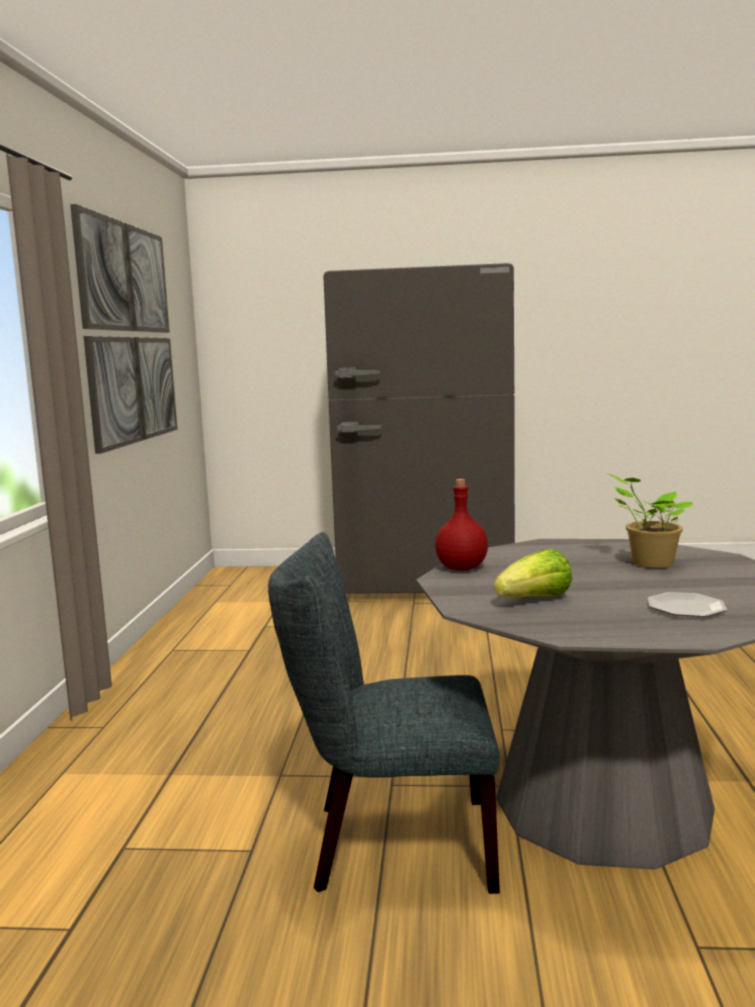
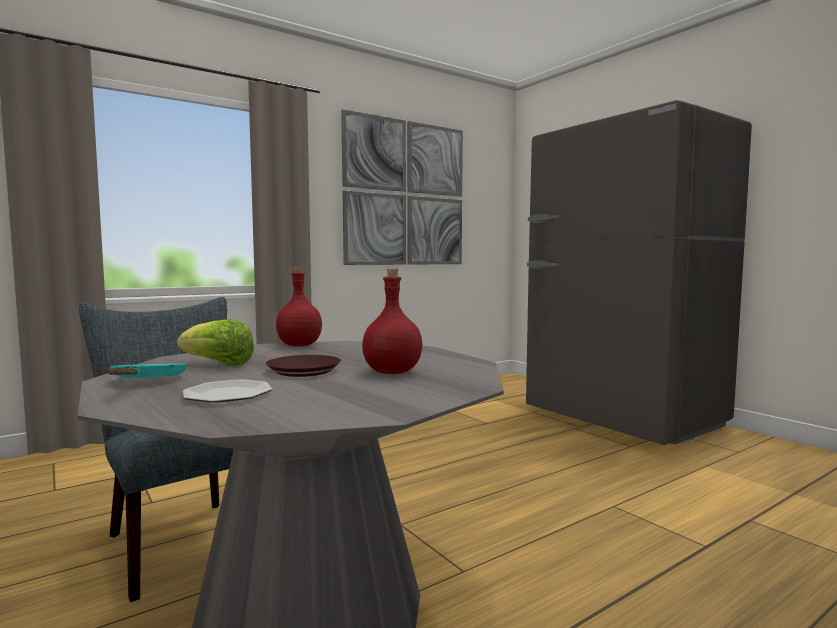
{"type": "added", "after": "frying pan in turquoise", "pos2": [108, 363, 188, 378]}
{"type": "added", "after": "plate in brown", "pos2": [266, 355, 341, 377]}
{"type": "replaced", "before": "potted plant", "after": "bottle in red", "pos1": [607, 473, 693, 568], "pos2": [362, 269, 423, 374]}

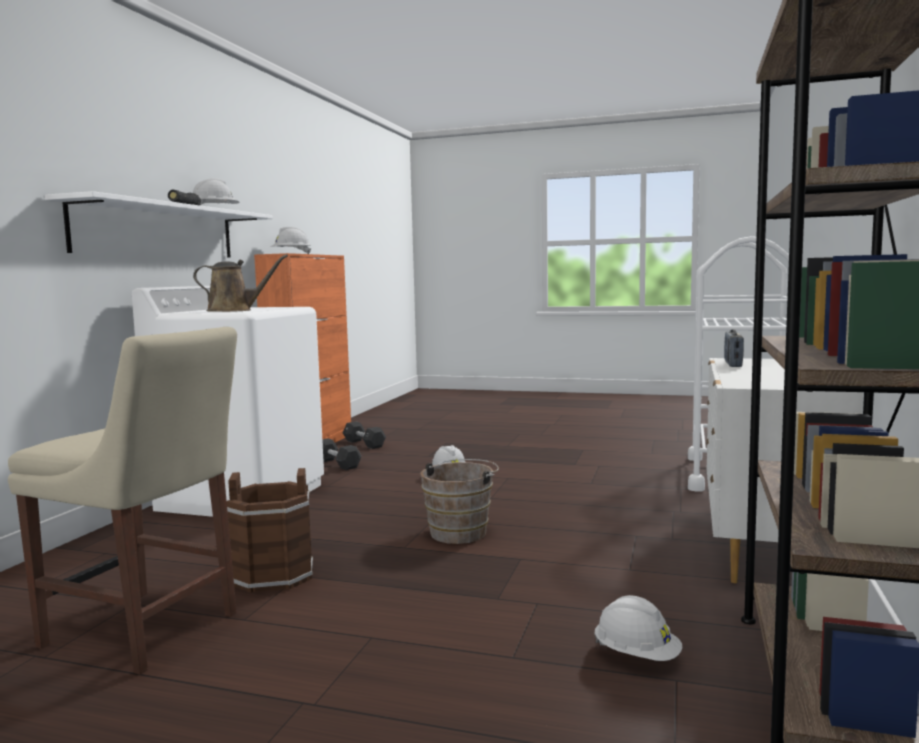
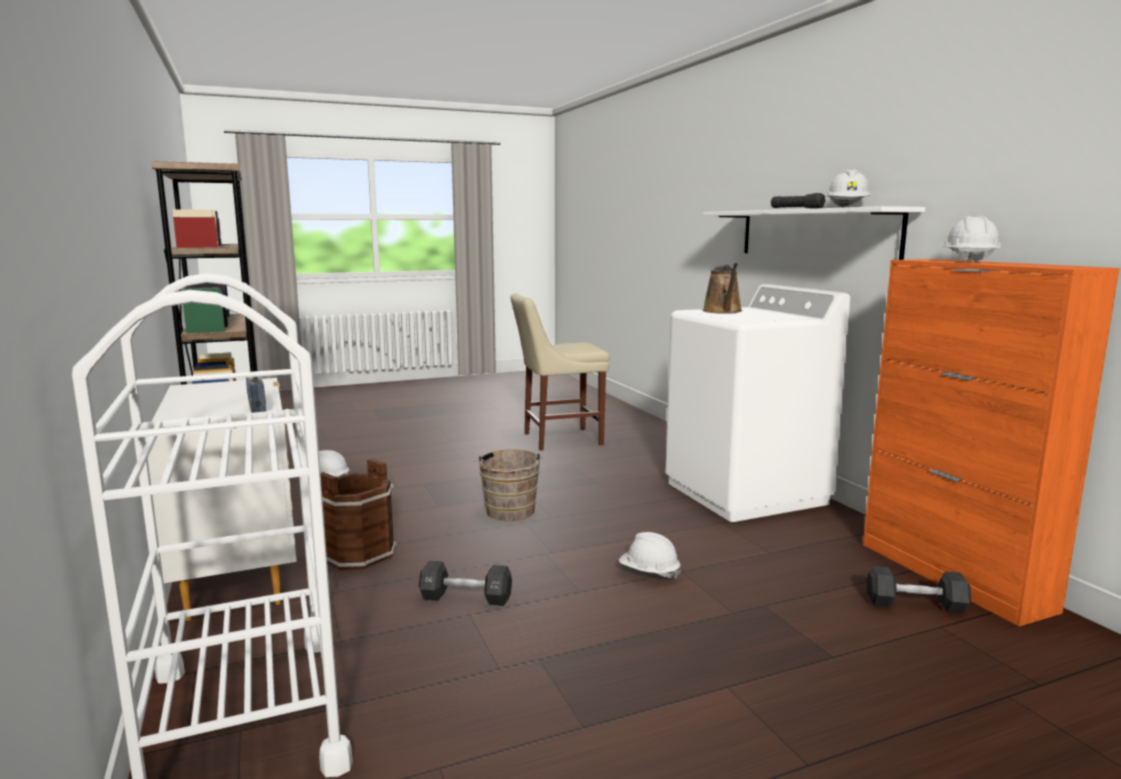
{"type": "moved", "before": "bucket in brown", "pos1": [227, 468, 313, 593], "pos2": [321, 459, 396, 570]}
{"type": "moved", "before": "dumbbell in black", "pos1": [322, 438, 362, 470], "pos2": [419, 561, 512, 606]}
{"type": "turned", "before": "watering can in brown", "pos1": [193, 254, 288, 312], "pos2": [702, 263, 742, 314], "turn": -45}

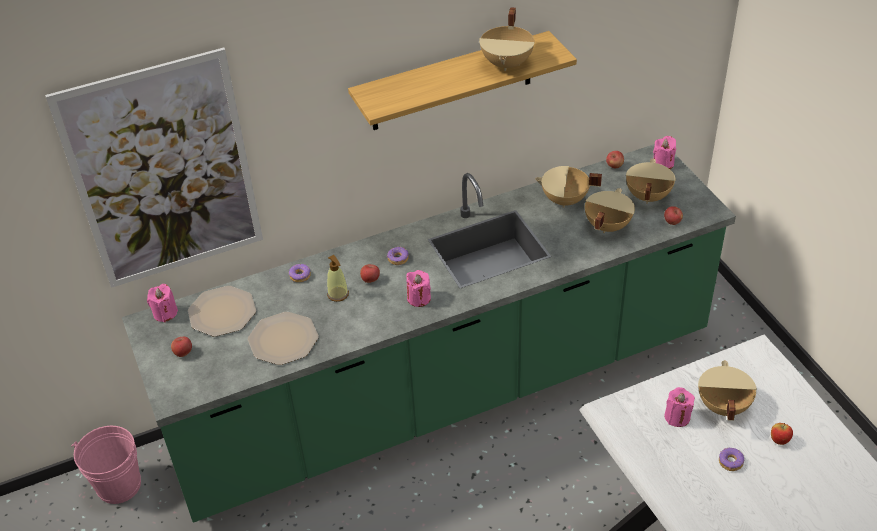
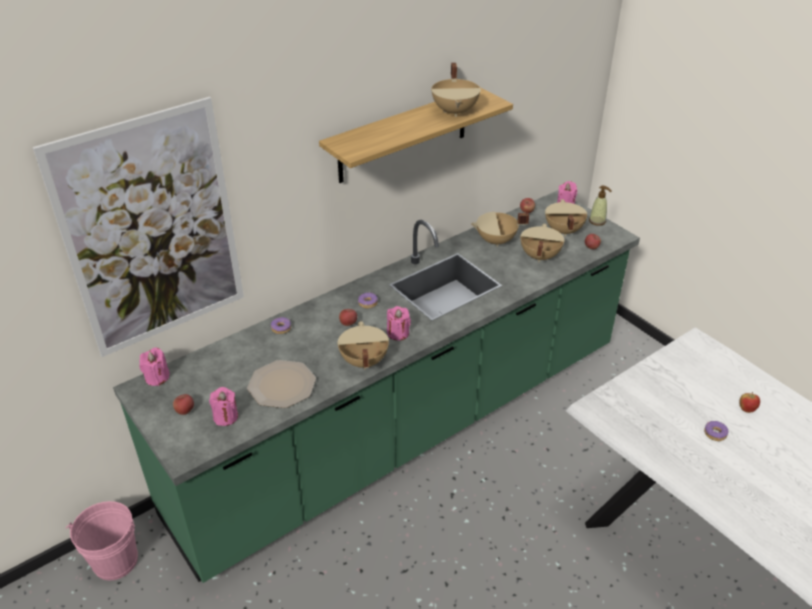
{"type": "moved", "before": "candle in pink", "pos1": [664, 387, 695, 427], "pos2": [209, 387, 238, 426]}
{"type": "moved", "before": "cooking pot in beige", "pos1": [698, 360, 757, 421], "pos2": [337, 321, 389, 369]}
{"type": "moved", "before": "soap dispenser", "pos1": [327, 255, 349, 302], "pos2": [589, 186, 612, 226]}
{"type": "removed", "before": "plate", "pos1": [188, 286, 256, 336]}

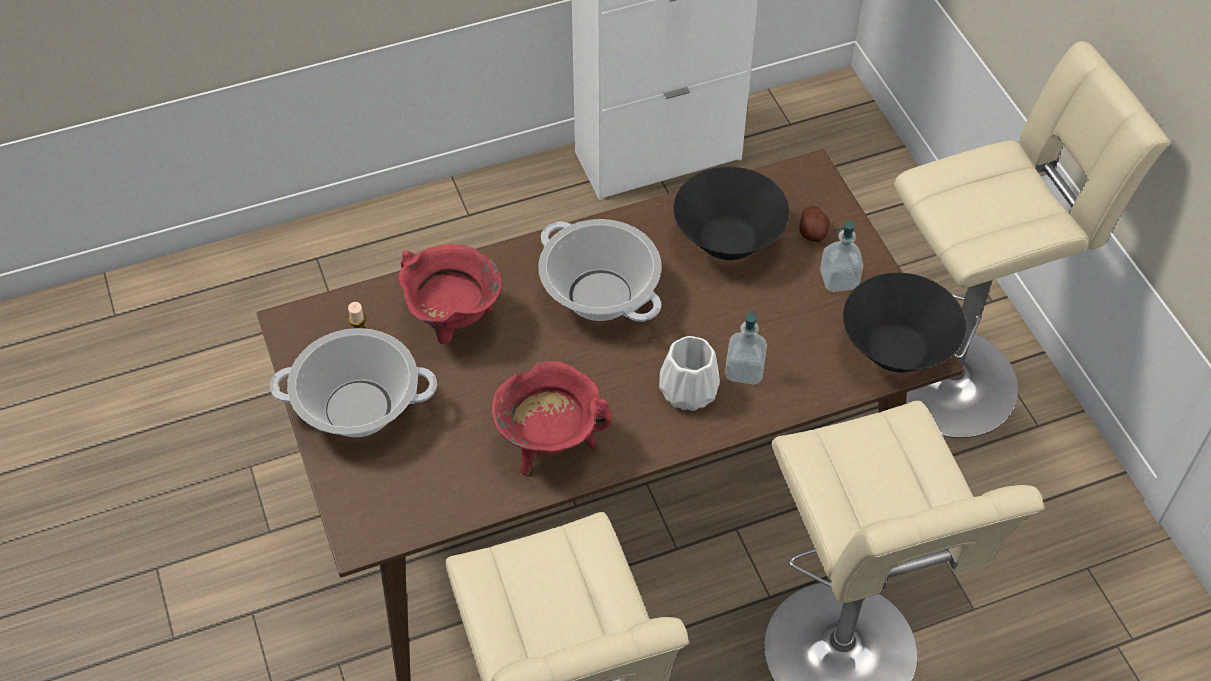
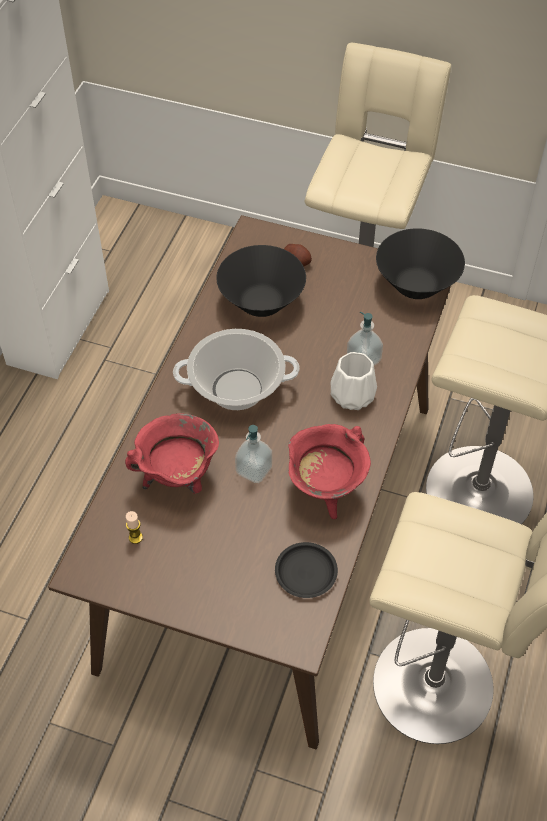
{"type": "moved", "before": "soap dispenser", "pos1": [820, 221, 863, 292], "pos2": [235, 425, 272, 483]}
{"type": "added", "after": "plate in black", "pos2": [275, 542, 338, 598]}
{"type": "removed", "before": "cooking pot", "pos1": [270, 328, 437, 437]}

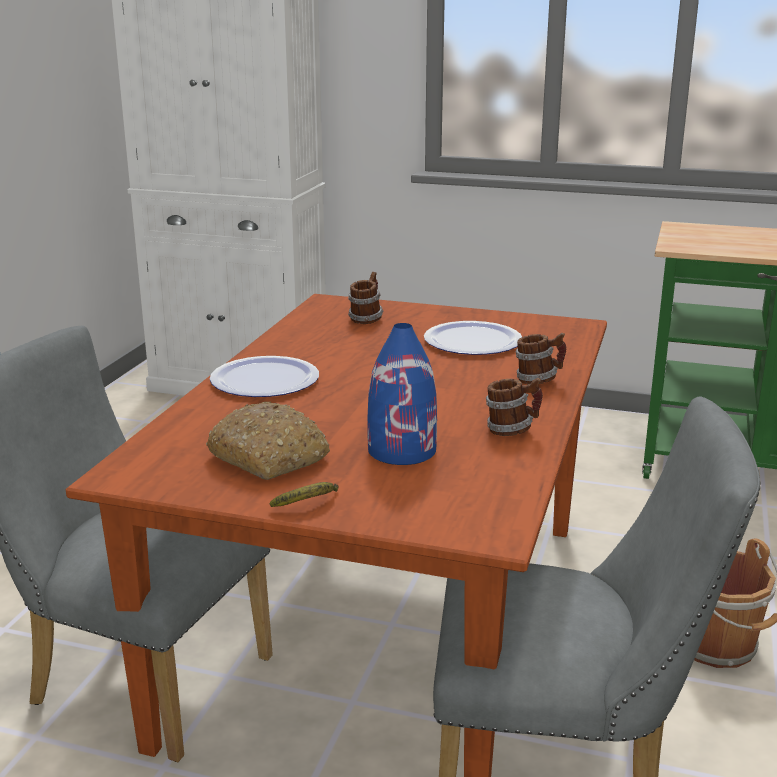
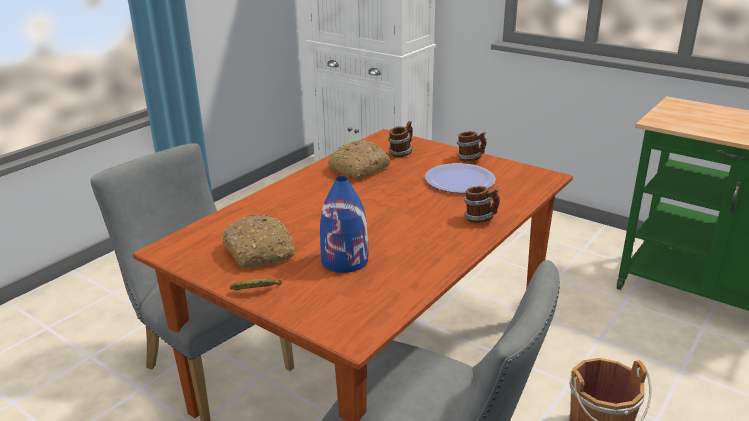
{"type": "added", "after": "bread", "pos2": [328, 140, 390, 180]}
{"type": "moved", "before": "mug", "pos1": [486, 378, 543, 436], "pos2": [457, 131, 486, 162]}
{"type": "removed", "before": "plate", "pos1": [210, 356, 319, 397]}

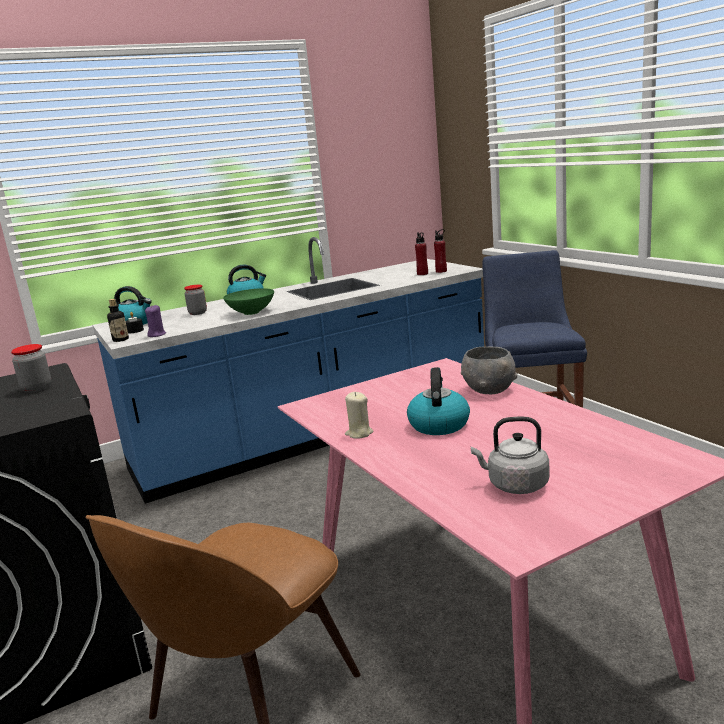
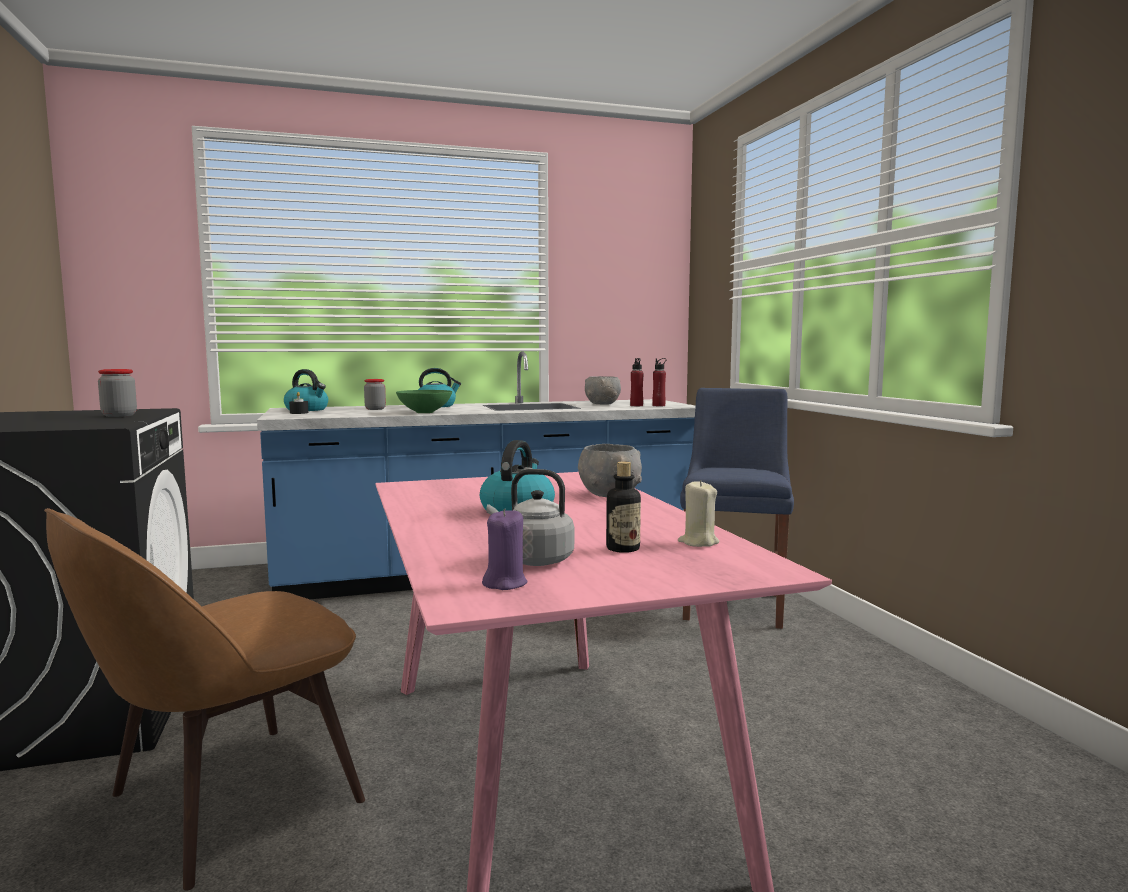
{"type": "moved", "before": "candle in purple", "pos1": [145, 305, 166, 337], "pos2": [482, 509, 528, 590]}
{"type": "added", "after": "bowl in grey", "pos2": [585, 376, 621, 405]}
{"type": "moved", "before": "bottle", "pos1": [107, 299, 129, 342], "pos2": [606, 461, 641, 553]}
{"type": "moved", "before": "candle in beige", "pos1": [345, 392, 373, 439], "pos2": [678, 480, 719, 547]}

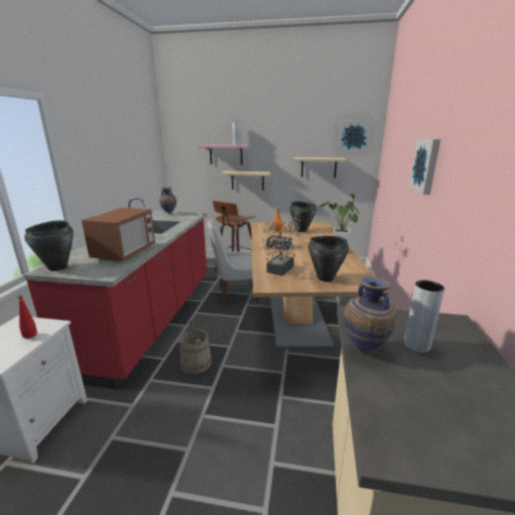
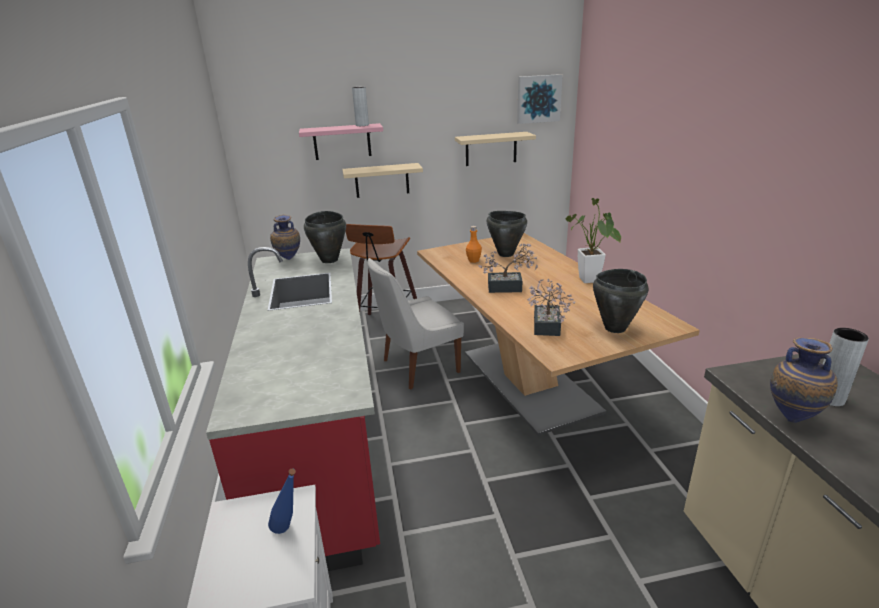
{"type": "recoloured", "before": "bottle in red", "after": "bottle in blue", "pos1": [18, 295, 37, 339], "pos2": [268, 469, 296, 534]}
{"type": "moved", "before": "cooking pot in black", "pos1": [24, 220, 73, 271], "pos2": [304, 211, 346, 263]}
{"type": "removed", "before": "microwave", "pos1": [82, 208, 155, 262]}
{"type": "removed", "before": "bucket in beige", "pos1": [180, 320, 211, 374]}
{"type": "removed", "before": "picture", "pos1": [409, 139, 441, 195]}

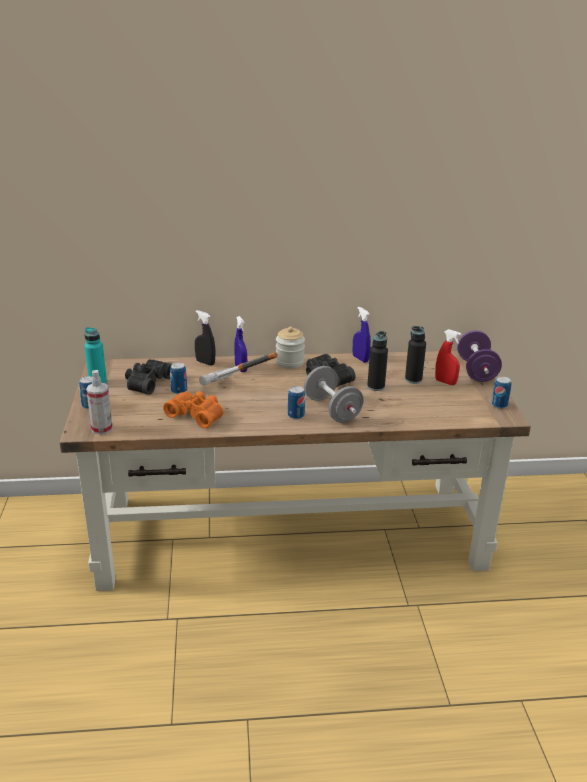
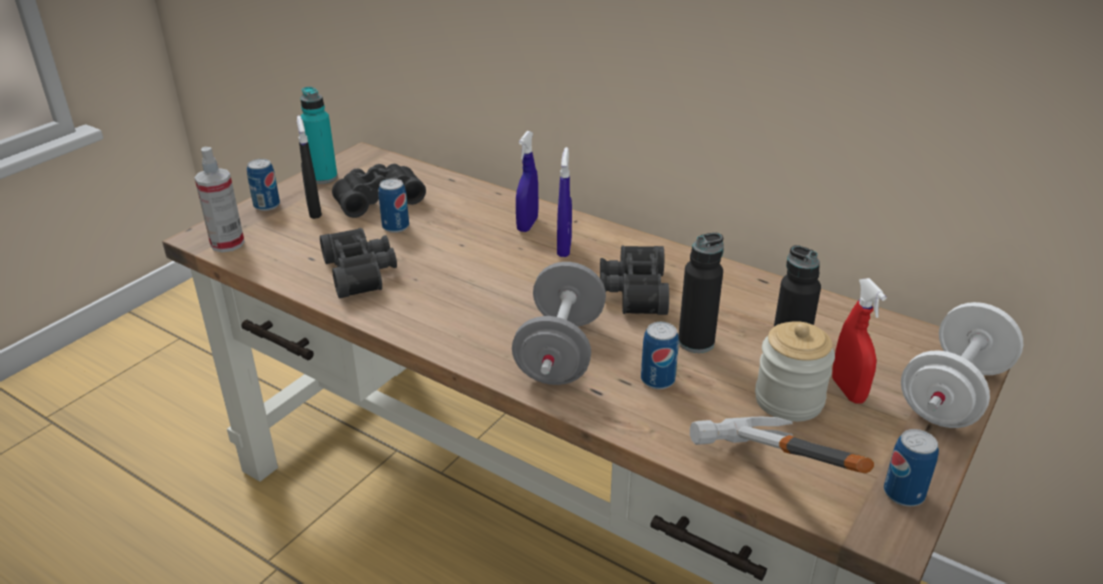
{"type": "moved", "before": "spray bottle in black", "pos1": [195, 310, 216, 366], "pos2": [297, 116, 322, 219]}
{"type": "recoloured", "before": "binoculars in orange", "after": "binoculars in black", "pos1": [163, 391, 223, 428], "pos2": [320, 228, 397, 298]}
{"type": "moved", "before": "spray bottle in blue", "pos1": [352, 307, 371, 363], "pos2": [557, 147, 572, 257]}
{"type": "moved", "before": "can", "pos1": [288, 386, 305, 420], "pos2": [641, 322, 679, 389]}
{"type": "moved", "before": "hammer", "pos1": [199, 352, 278, 385], "pos2": [690, 417, 874, 473]}
{"type": "moved", "before": "jar", "pos1": [276, 327, 305, 369], "pos2": [755, 321, 835, 422]}
{"type": "recoloured", "before": "dumbbell in purple", "after": "dumbbell in white", "pos1": [457, 330, 502, 382], "pos2": [901, 302, 1023, 428]}

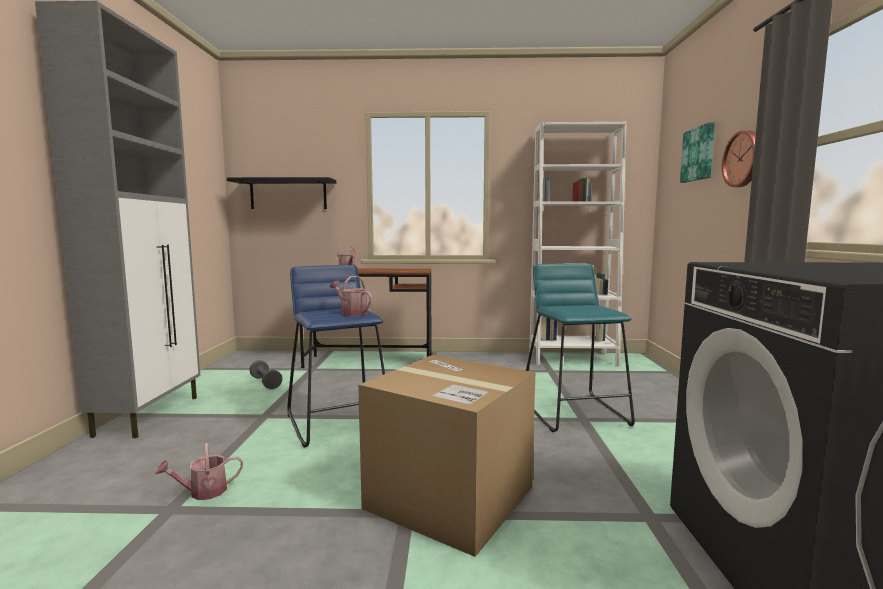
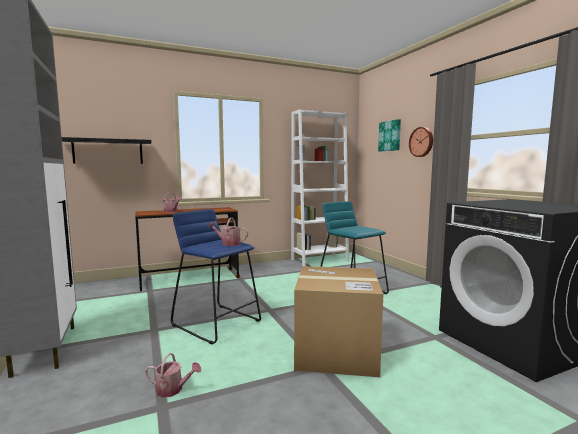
{"type": "turned", "before": "watering can", "pos1": [155, 443, 243, 500], "pos2": [145, 353, 201, 398], "turn": -120}
{"type": "removed", "before": "dumbbell in grey", "pos1": [249, 360, 283, 389]}

